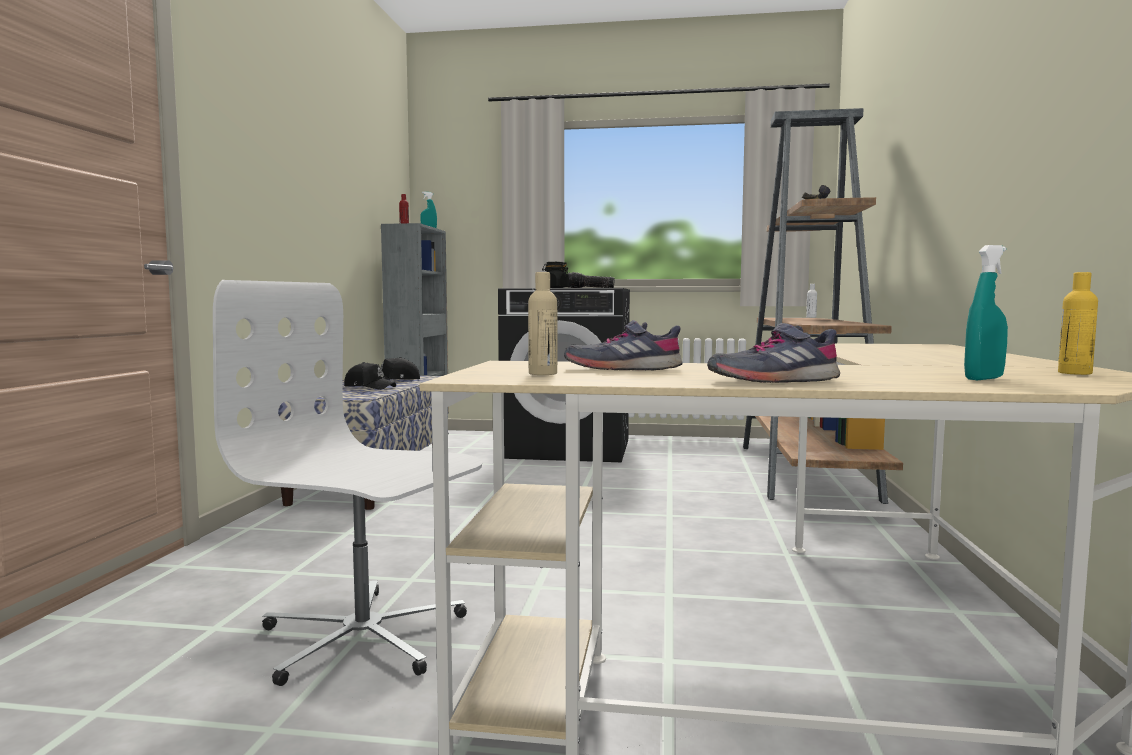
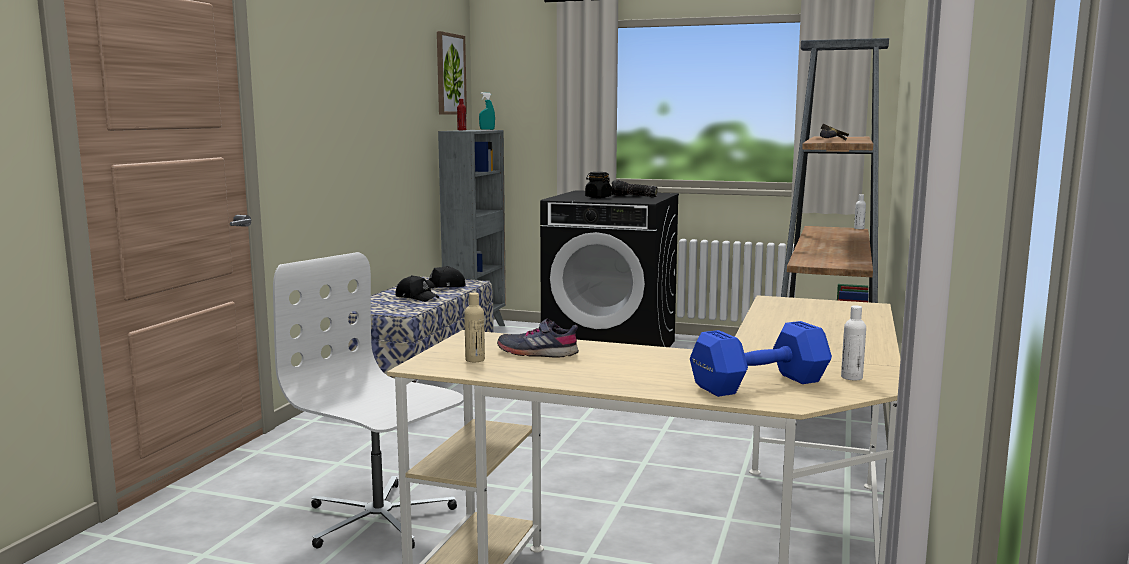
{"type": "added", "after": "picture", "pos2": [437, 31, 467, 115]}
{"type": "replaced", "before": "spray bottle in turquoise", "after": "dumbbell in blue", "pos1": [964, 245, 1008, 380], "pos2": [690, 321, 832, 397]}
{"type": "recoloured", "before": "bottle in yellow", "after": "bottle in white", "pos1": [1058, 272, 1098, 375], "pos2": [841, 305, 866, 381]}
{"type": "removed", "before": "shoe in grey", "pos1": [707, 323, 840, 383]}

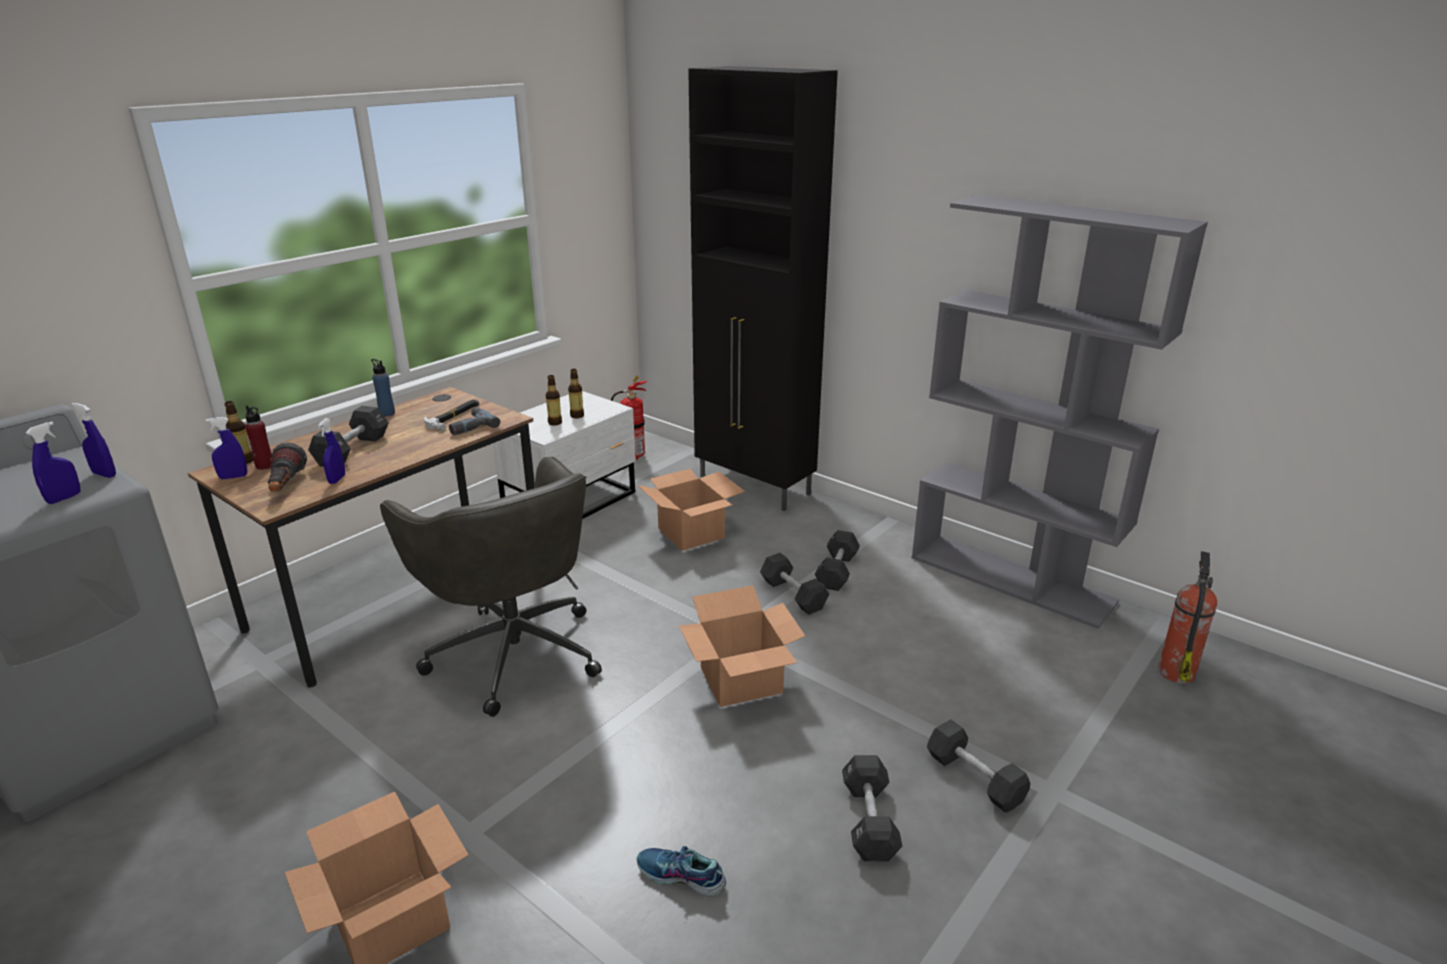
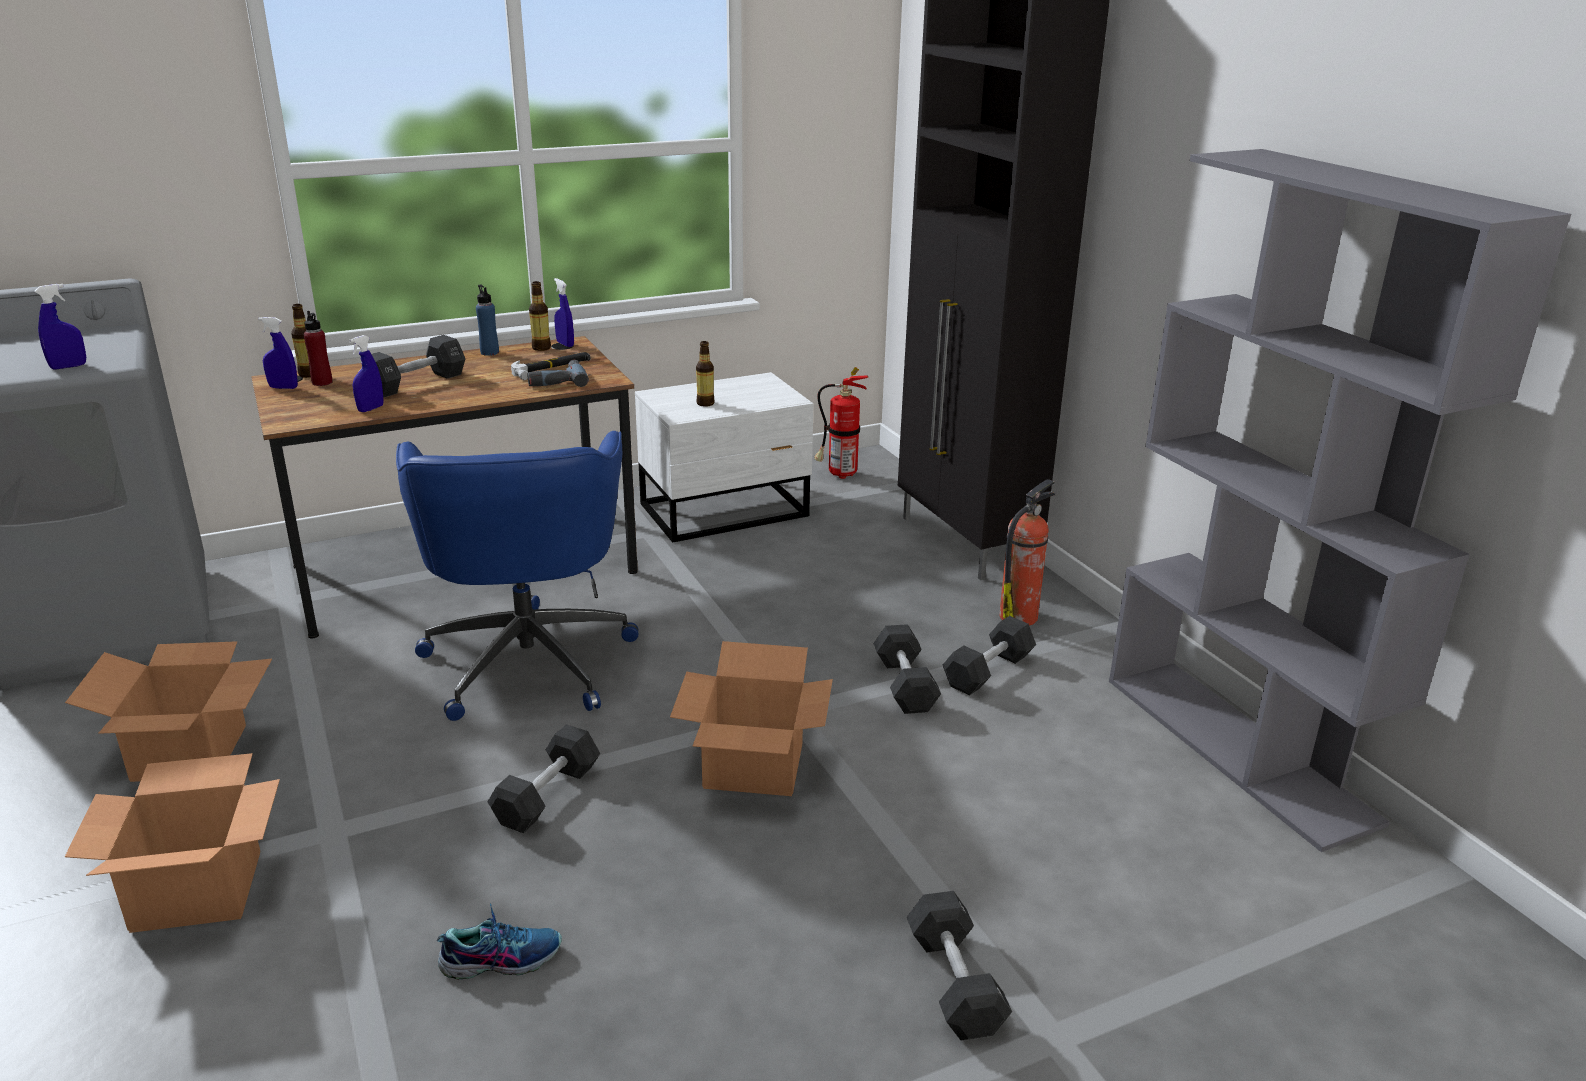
{"type": "moved", "before": "cardboard box", "pos1": [637, 469, 745, 551], "pos2": [65, 641, 272, 782]}
{"type": "recoloured", "before": "office chair in grey", "after": "office chair in blue", "pos1": [380, 457, 602, 717], "pos2": [396, 431, 639, 721]}
{"type": "turned", "before": "shoe", "pos1": [637, 846, 726, 897], "pos2": [437, 903, 562, 980], "turn": 120}
{"type": "moved", "before": "dumbbell in black", "pos1": [842, 755, 903, 861], "pos2": [488, 724, 600, 833]}
{"type": "moved", "before": "bottle", "pos1": [568, 369, 584, 418], "pos2": [529, 281, 551, 351]}
{"type": "moved", "before": "spray bottle in blue", "pos1": [72, 403, 116, 478], "pos2": [554, 278, 574, 347]}
{"type": "moved", "before": "fire extinguisher", "pos1": [1158, 551, 1217, 683], "pos2": [999, 479, 1055, 626]}
{"type": "removed", "before": "flashlight", "pos1": [268, 443, 307, 492]}

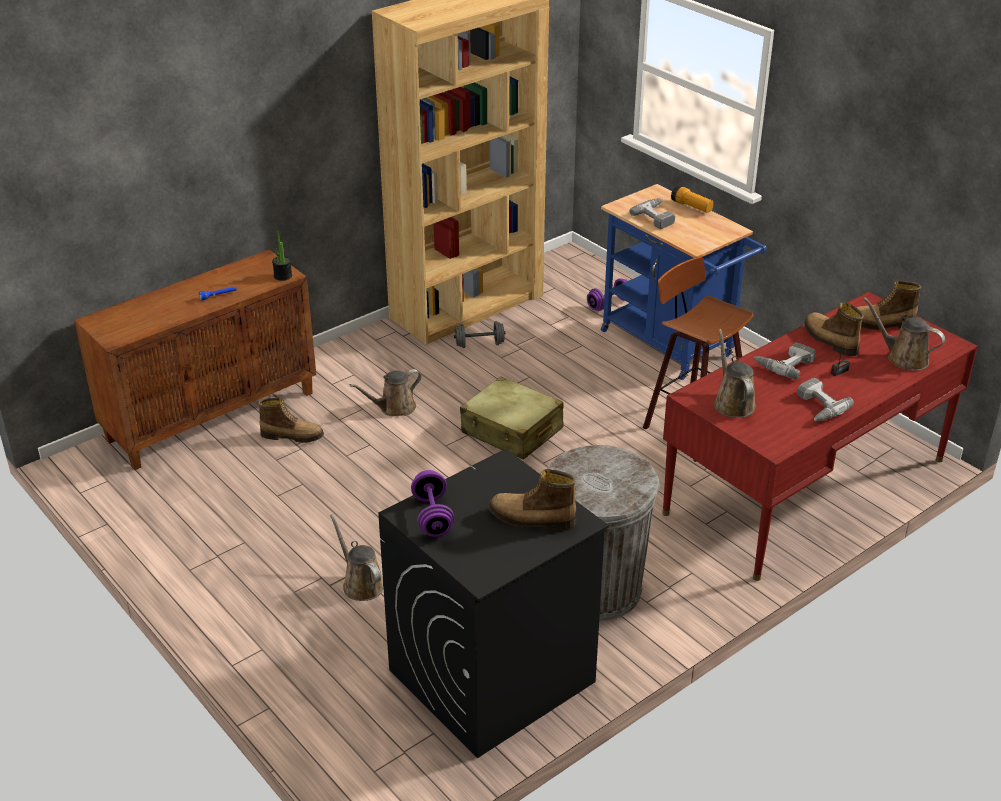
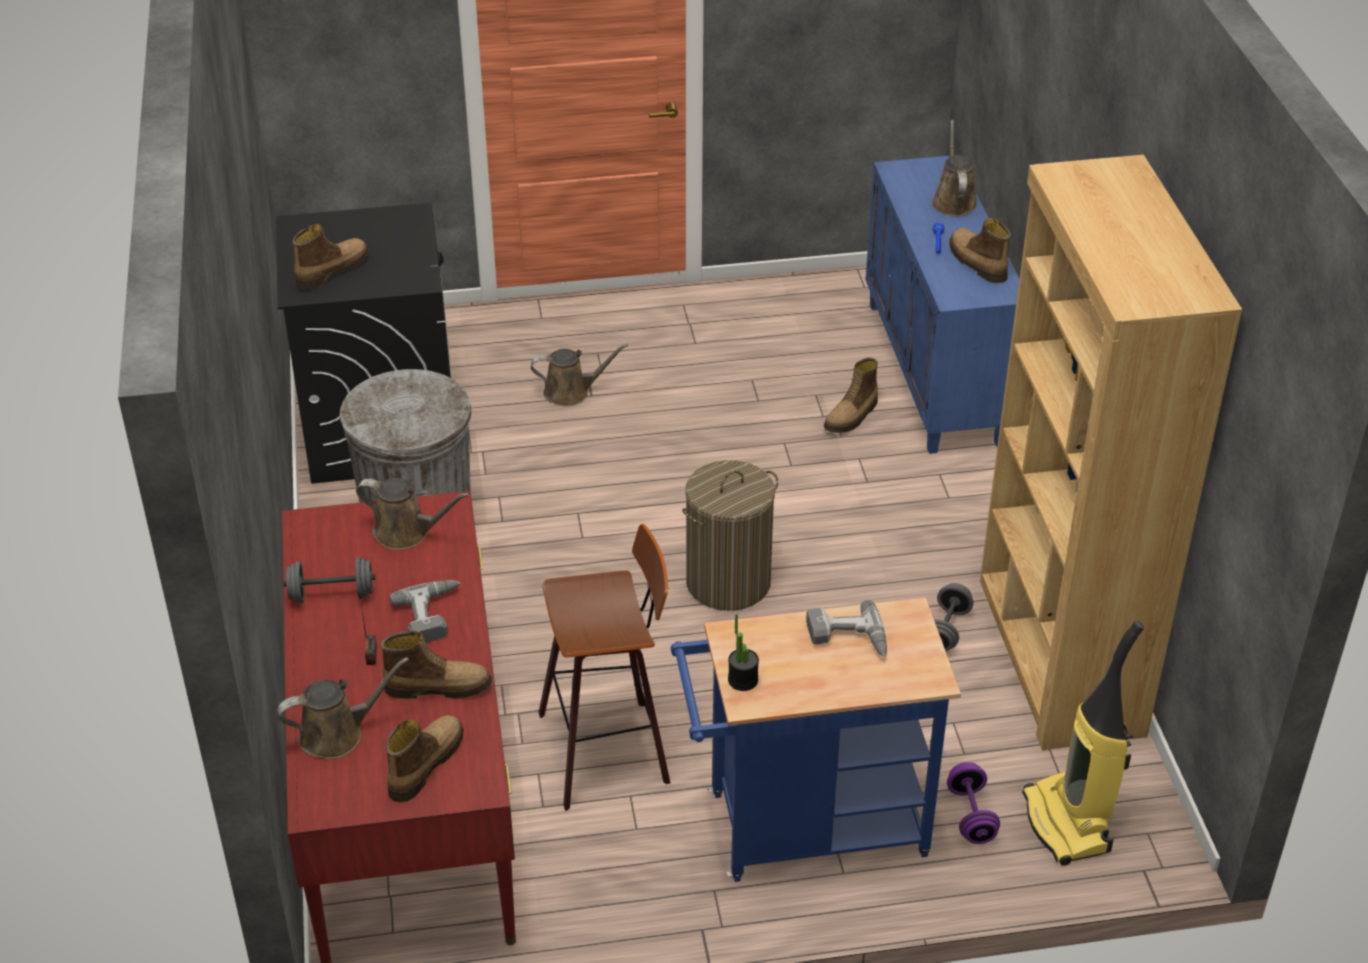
{"type": "replaced", "before": "power drill", "after": "dumbbell in grey", "pos1": [797, 378, 854, 421], "pos2": [284, 557, 375, 604]}
{"type": "replaced", "before": "suitcase in beige", "after": "laundry basket", "pos1": [460, 377, 563, 460], "pos2": [682, 460, 779, 611]}
{"type": "moved", "before": "potted plant", "pos1": [272, 231, 292, 281], "pos2": [728, 613, 759, 691]}
{"type": "recoloured", "before": "cabinet in brown", "after": "cabinet in blue", "pos1": [74, 249, 316, 470], "pos2": [866, 155, 1019, 454]}
{"type": "moved", "before": "watering can in brown", "pos1": [350, 369, 421, 416], "pos2": [932, 120, 977, 216]}
{"type": "added", "after": "boot", "pos2": [949, 218, 1011, 283]}
{"type": "added", "after": "vacuum cleaner", "pos2": [1022, 621, 1144, 866]}
{"type": "removed", "before": "dumbbell in purple", "pos1": [411, 470, 454, 537]}
{"type": "removed", "before": "flashlight", "pos1": [671, 185, 714, 213]}

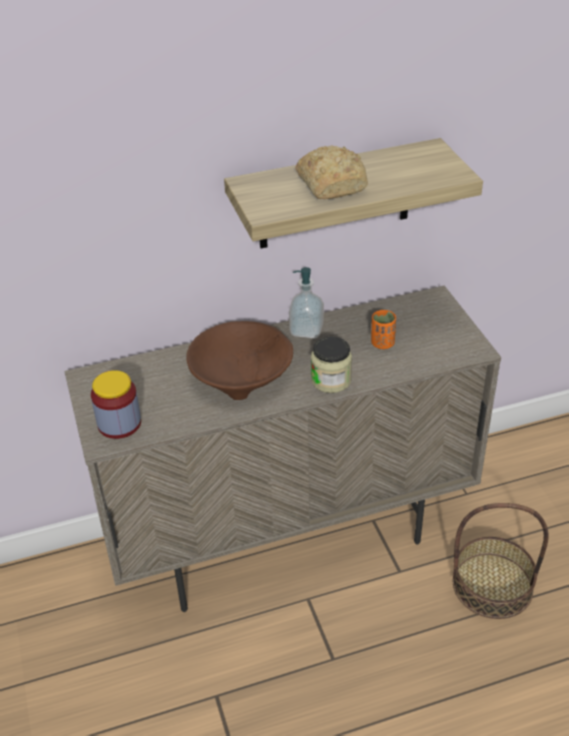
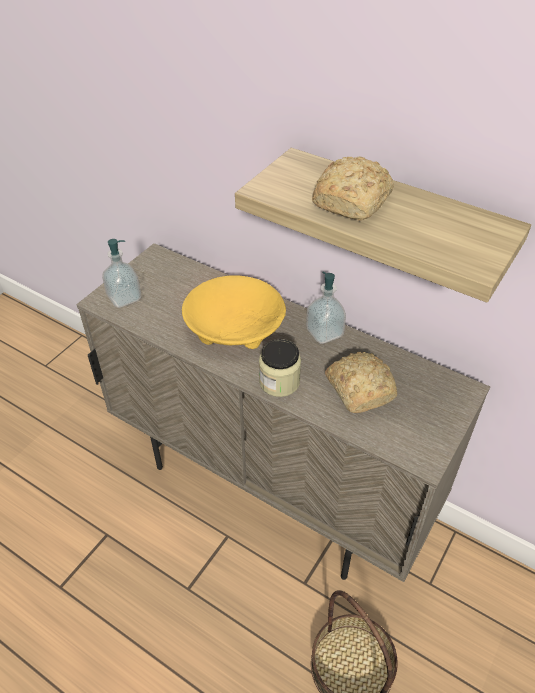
{"type": "replaced", "before": "jar", "after": "soap dispenser", "pos1": [91, 370, 141, 439], "pos2": [102, 239, 141, 308]}
{"type": "recoloured", "before": "bowl in brown", "after": "bowl in yellow", "pos1": [186, 321, 293, 400], "pos2": [182, 275, 286, 349]}
{"type": "replaced", "before": "cup in orange", "after": "bread", "pos1": [371, 310, 396, 349], "pos2": [325, 352, 397, 413]}

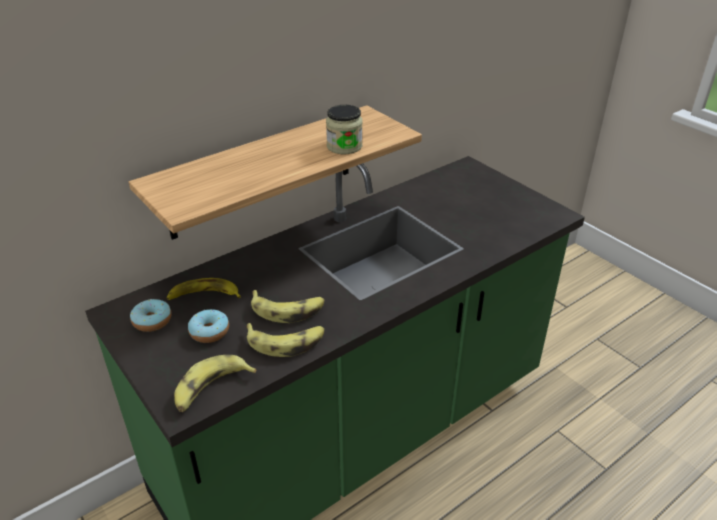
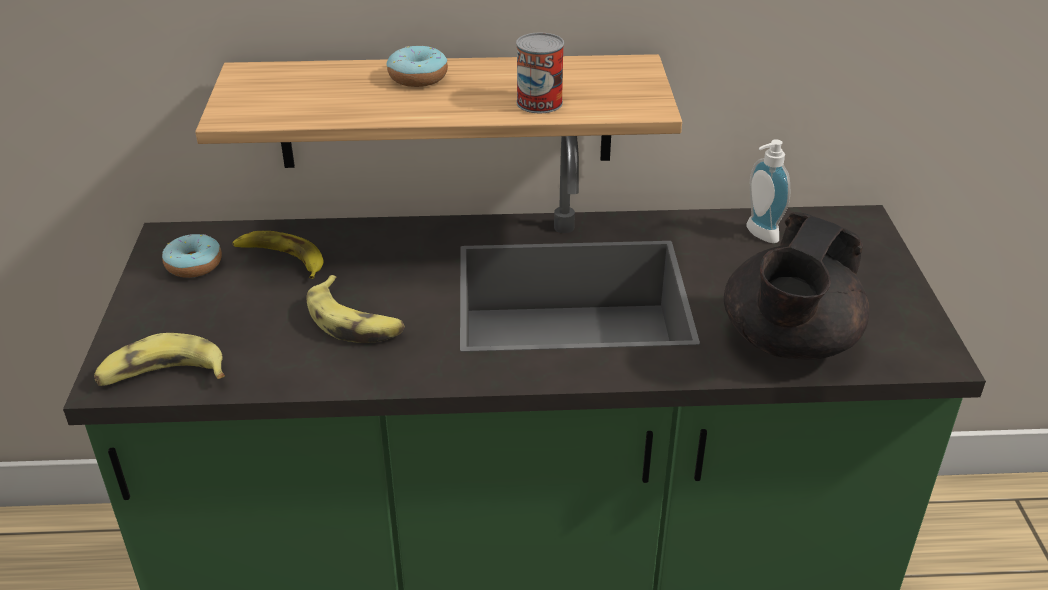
{"type": "moved", "before": "donut", "pos1": [188, 309, 229, 343], "pos2": [386, 46, 448, 87]}
{"type": "replaced", "before": "jar", "after": "can", "pos1": [326, 105, 363, 154], "pos2": [516, 33, 564, 113]}
{"type": "added", "after": "teapot in black", "pos2": [724, 212, 869, 360]}
{"type": "added", "after": "soap dispenser", "pos2": [746, 139, 790, 243]}
{"type": "removed", "before": "banana", "pos1": [246, 323, 325, 357]}

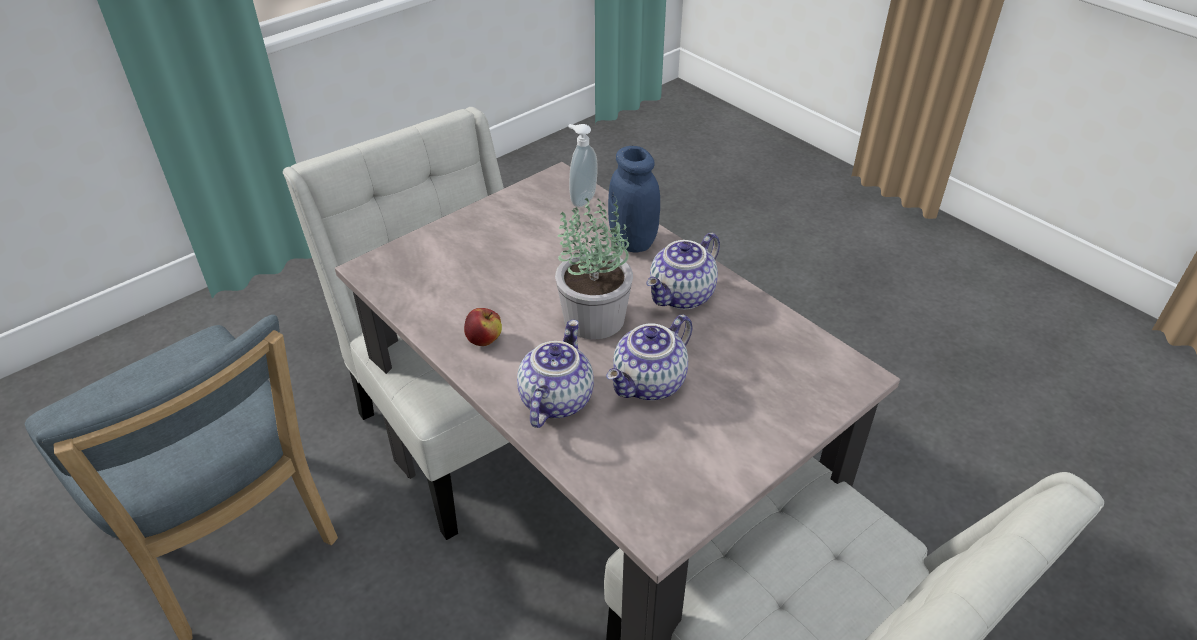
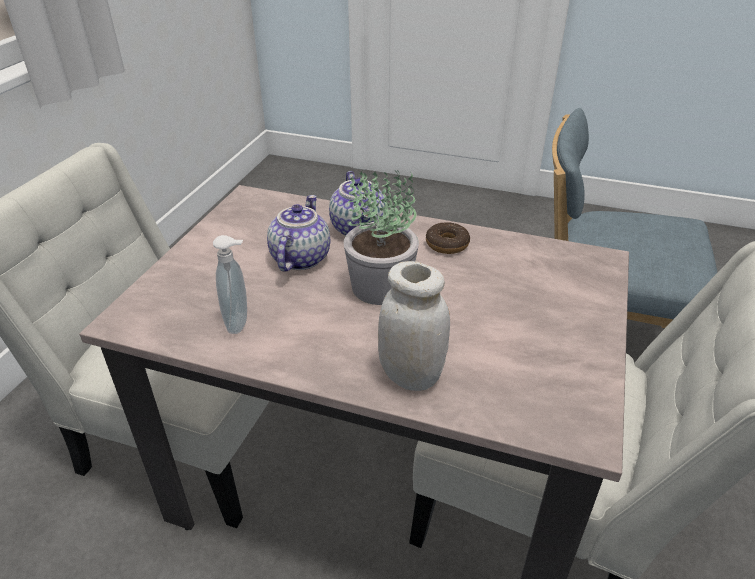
{"type": "moved", "before": "soap dispenser", "pos1": [568, 124, 598, 207], "pos2": [213, 235, 247, 334]}
{"type": "recoloured", "before": "jar in blue", "after": "jar in white", "pos1": [608, 146, 660, 253], "pos2": [378, 261, 450, 391]}
{"type": "replaced", "before": "apple", "after": "donut", "pos1": [464, 308, 502, 346], "pos2": [426, 222, 470, 254]}
{"type": "removed", "before": "teapot", "pos1": [646, 232, 720, 310]}

